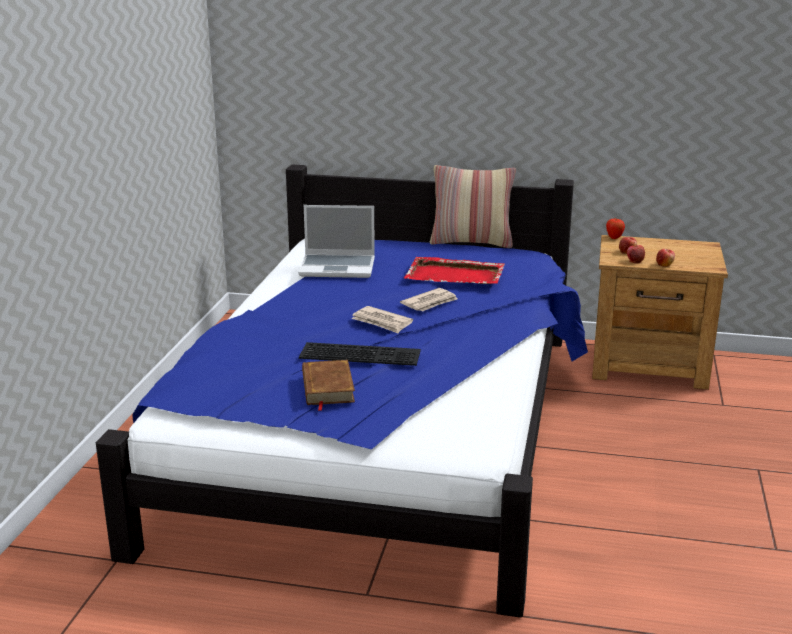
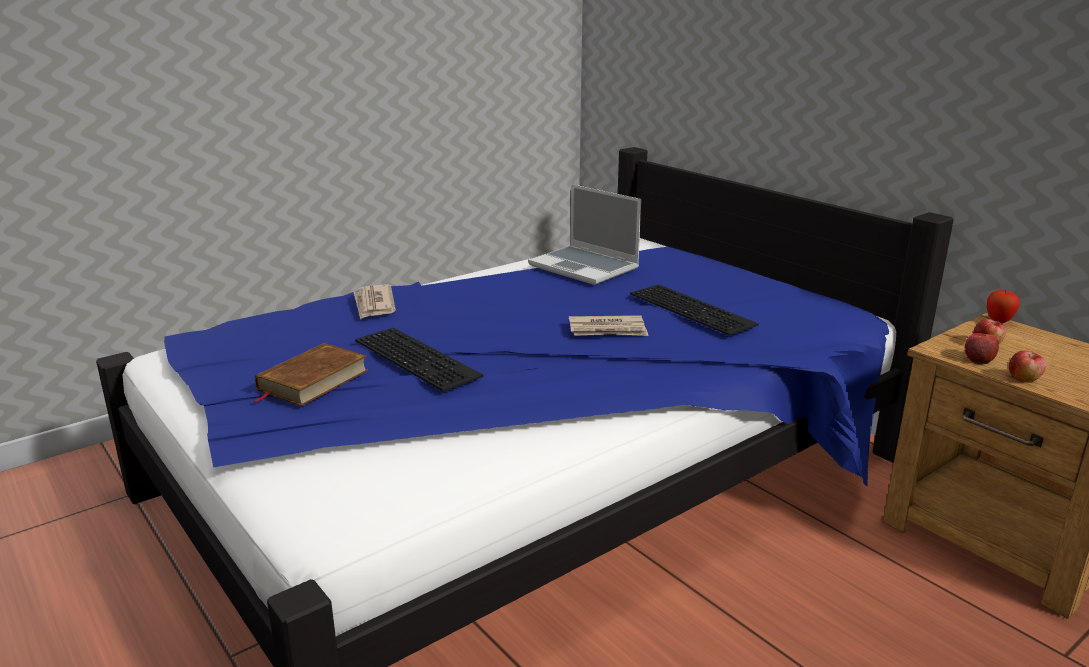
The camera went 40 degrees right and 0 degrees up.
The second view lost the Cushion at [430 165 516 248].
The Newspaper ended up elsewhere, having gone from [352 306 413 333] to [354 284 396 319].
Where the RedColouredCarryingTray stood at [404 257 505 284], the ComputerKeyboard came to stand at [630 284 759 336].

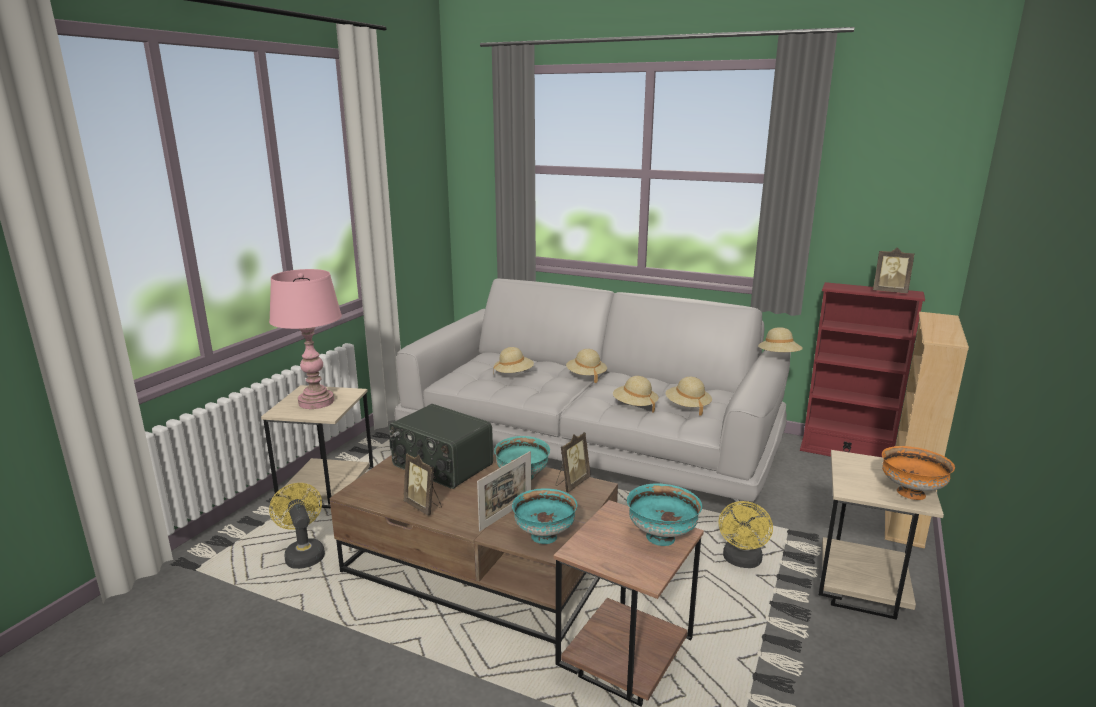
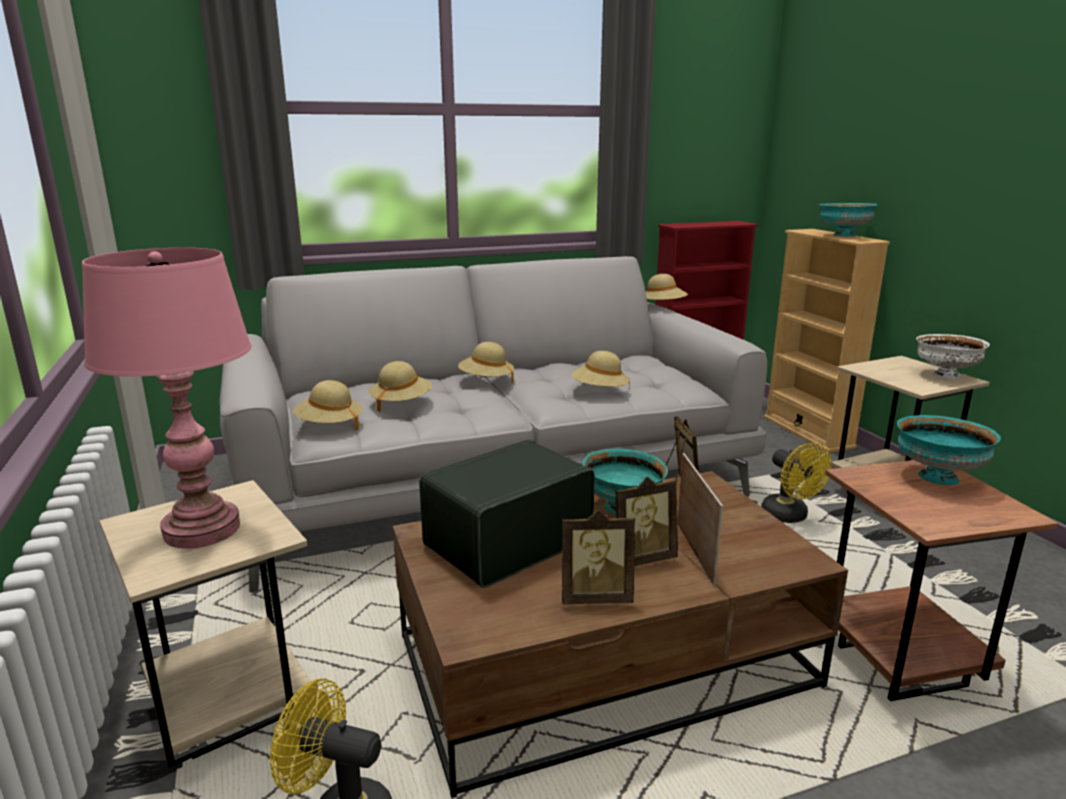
The camera went 45 degrees left and 0 degrees up.
The BlueGreenDeepDish ended up elsewhere, having gone from [512 488 577 544] to [819 203 877 236].
The BeigeColouredClothingHat ended up elsewhere, having gone from [666 377 712 416] to [293 380 363 430].
The PhotoFrame ended up elsewhere, having gone from [873 248 915 293] to [615 477 678 566].
What was the OrangeDeepDish at [882 446 955 500] turned into the WhiteDeepDish at [916 334 990 379].
The Radio at [389 404 493 489] ended up facing another way, 150 degrees clockwise from before.

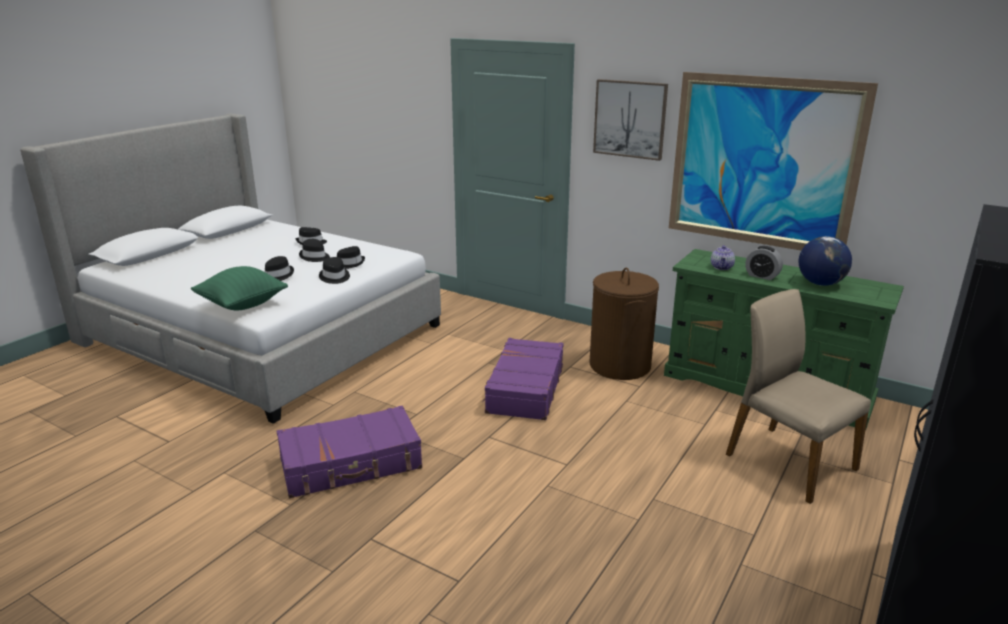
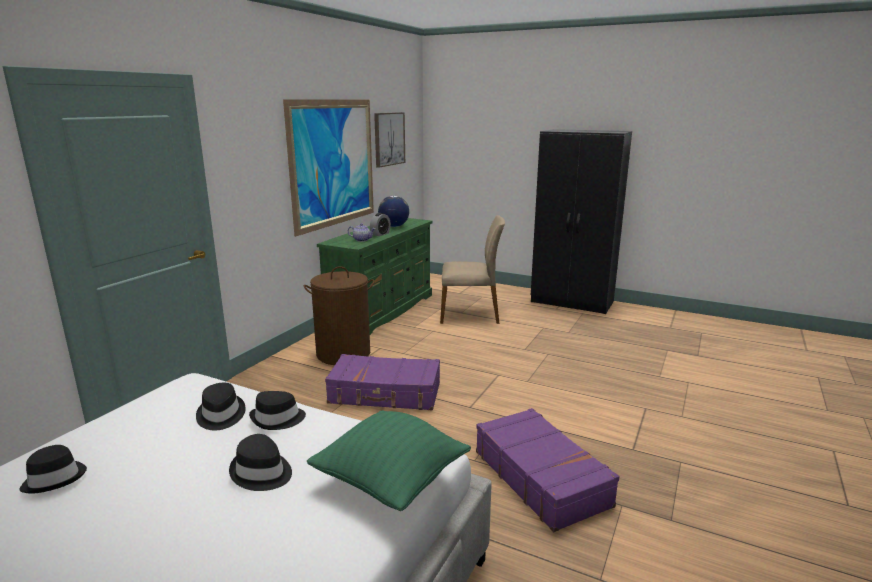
The camera went 95 degrees left and 5 degrees down.
The second view lost the BlackColouredClothingHat at [299 239 330 262].
The WallArt ended up elsewhere, having gone from [593 79 668 161] to [374 112 405 168].
The BeigeColouredUprightChair at [726 289 871 504] ended up facing another way, 135 degrees counterclockwise from before.

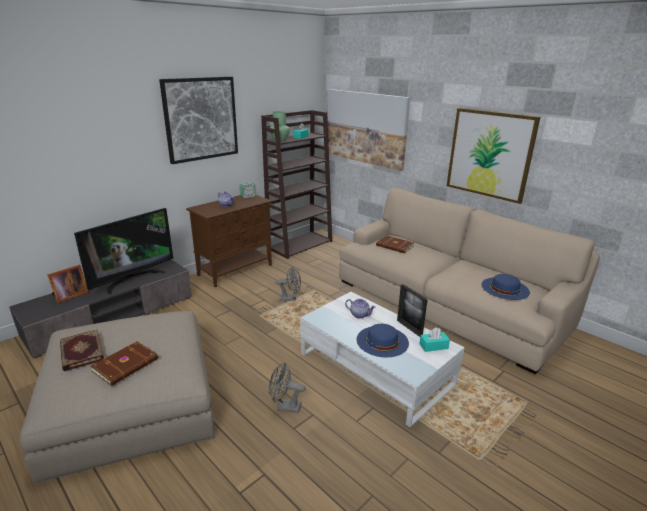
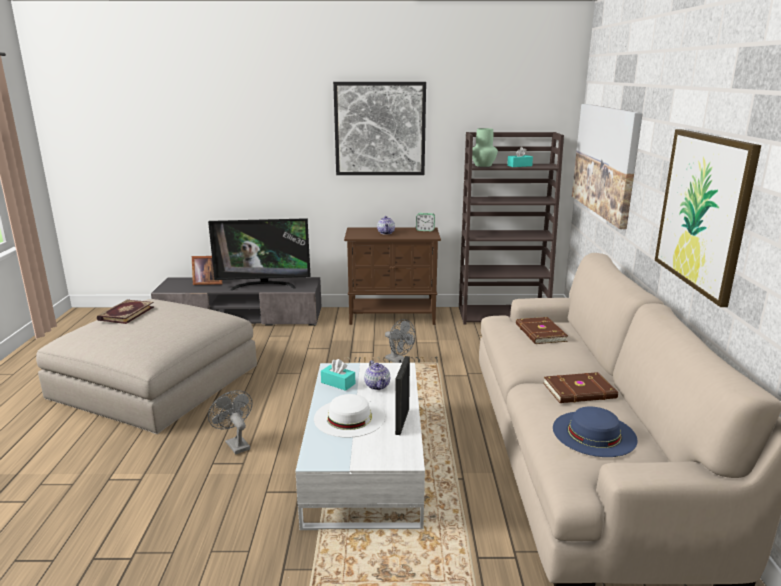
The camera went 45 degrees right and 5 degrees down.
The BrownVolume ended up elsewhere, having gone from [91 341 158 386] to [543 372 618 403].
The BlueGreenTissueBox ended up elsewhere, having gone from [419 328 450 352] to [321 359 355 391].
What was the BluishClothingHat at [357 324 409 357] turned into the WhiteClothingHat at [314 394 385 438].

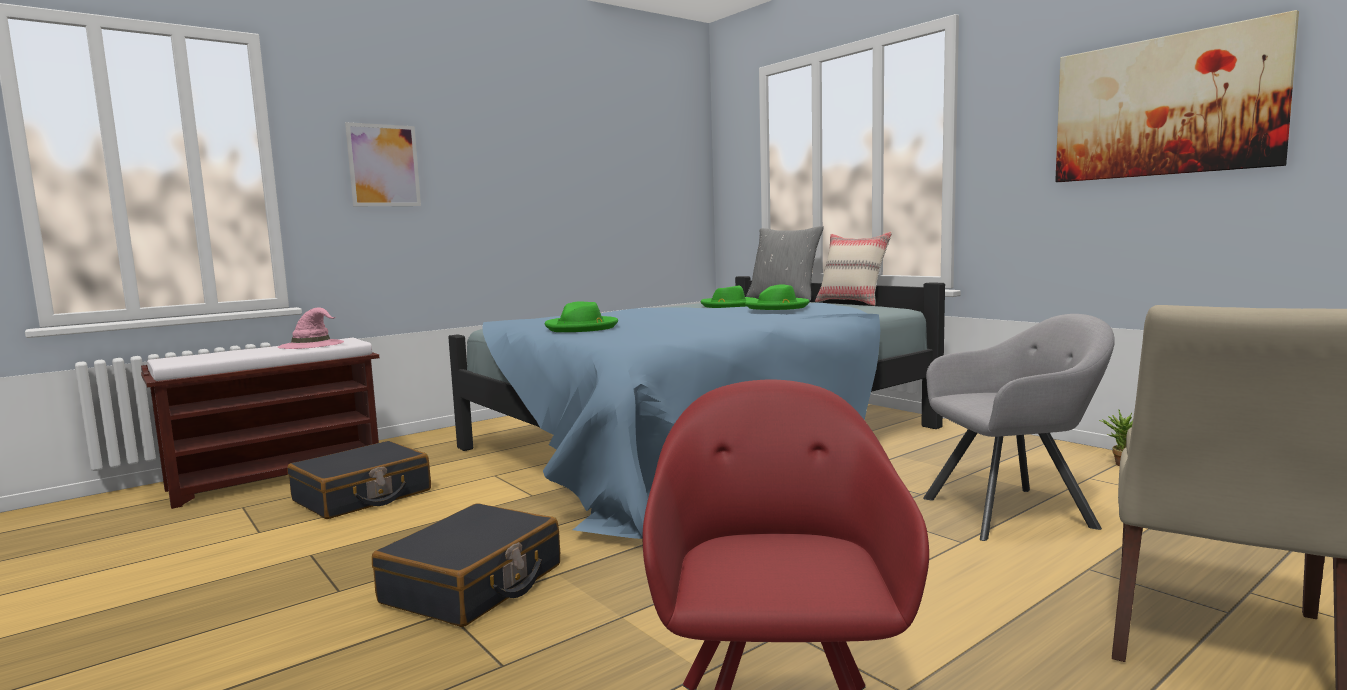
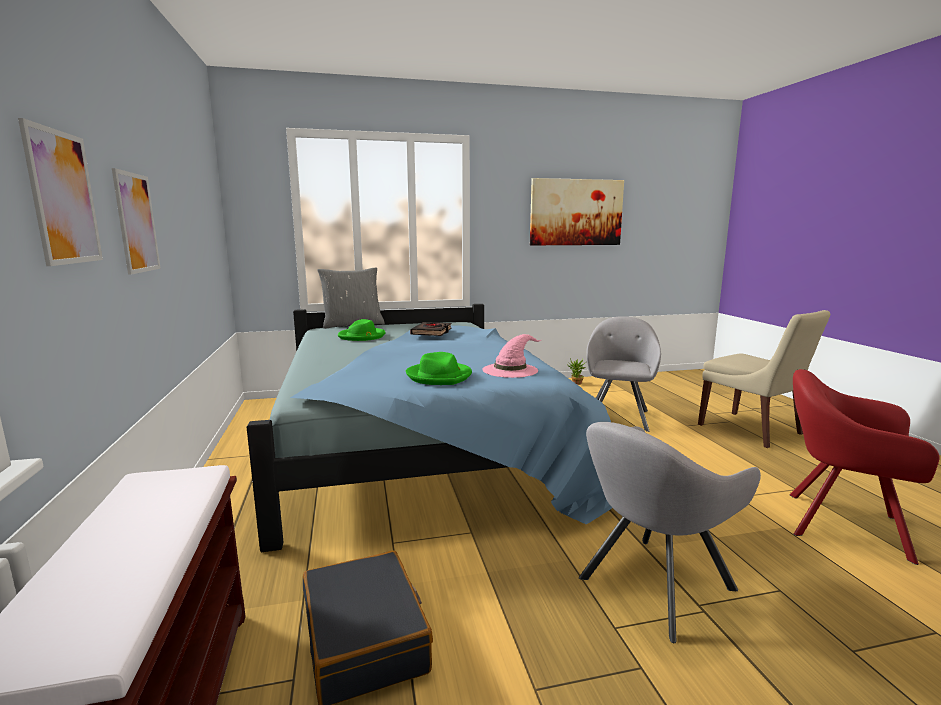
The camera went 65 degrees left and 5 degrees up.
The second view lost the BeigeColouredCushion at [815 232 892 306].
The second view gained the WallArt at [112 168 161 275].
The PinkishClothingHat ended up elsewhere, having gone from [278 307 344 349] to [482 334 541 378].
Where the BlackColouredTravelCase stood at [372 503 560 627], the GrayArmchair came to stand at [579 422 761 643].
Where the GreenClothingHat stood at [745 284 810 310], the BlackColouredVolume came to stand at [410 322 452 336].

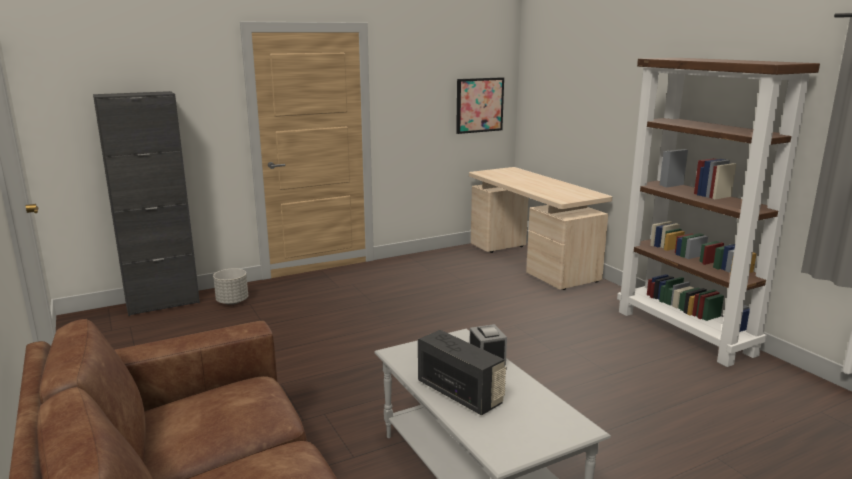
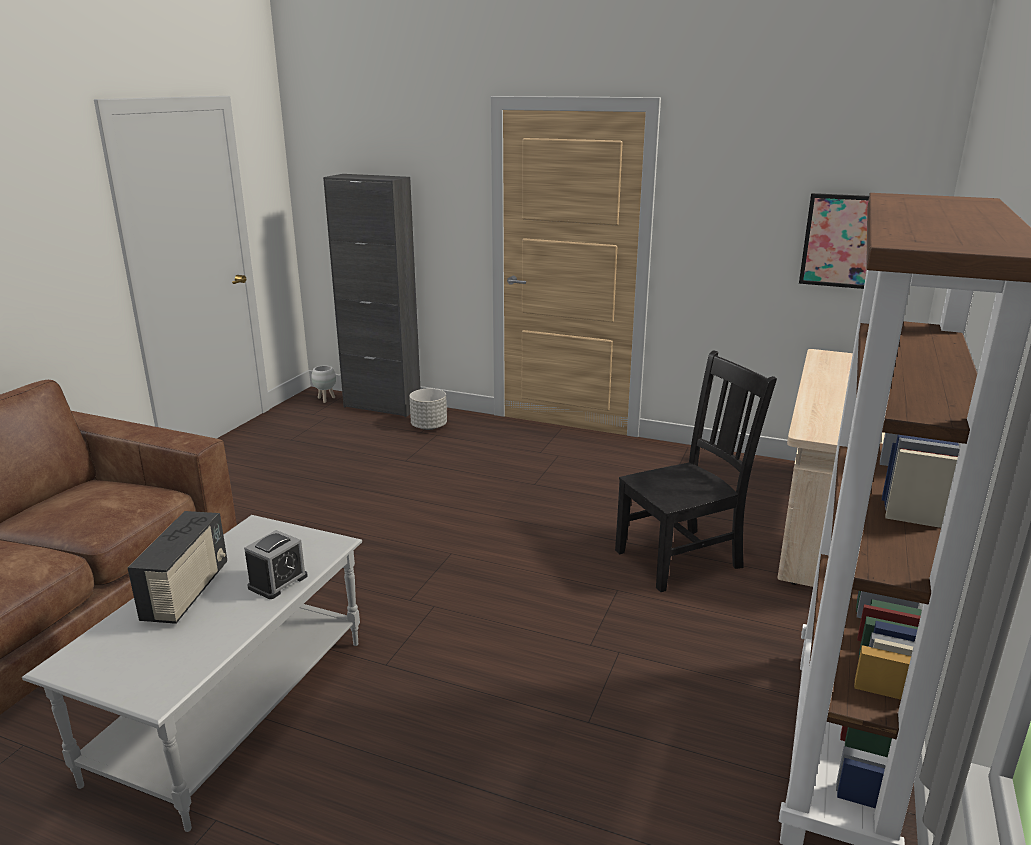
The camera went 50 degrees right and 5 degrees up.
The second view gained the WhitePlanter at [311 366 336 403].
The second view gained the BlackColouredUprightChair at [615 350 777 592].

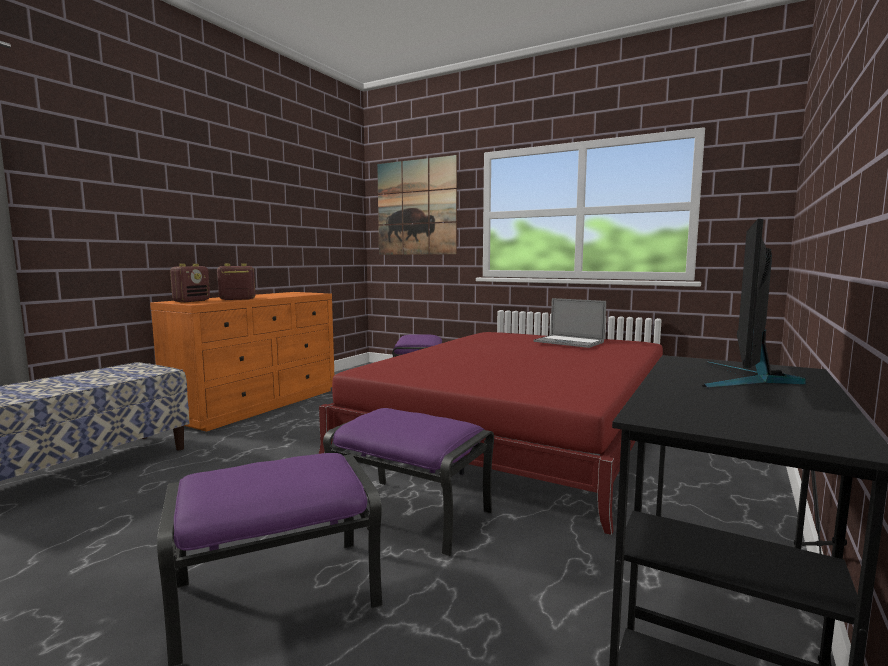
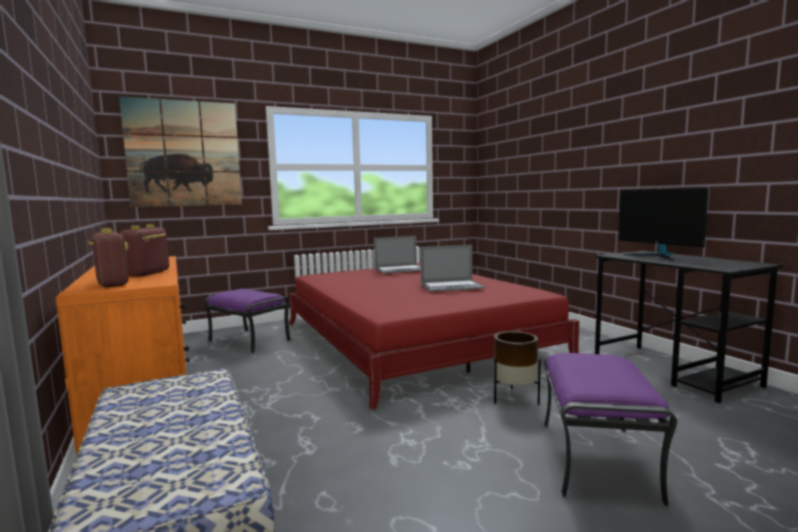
The camera went 55 degrees left and 0 degrees up.
The second view gained the Laptop at [420 245 485 292].
Where the PurplePouffe stood at [323 408 494 557], the BrownPlanter came to stand at [494 331 541 405].

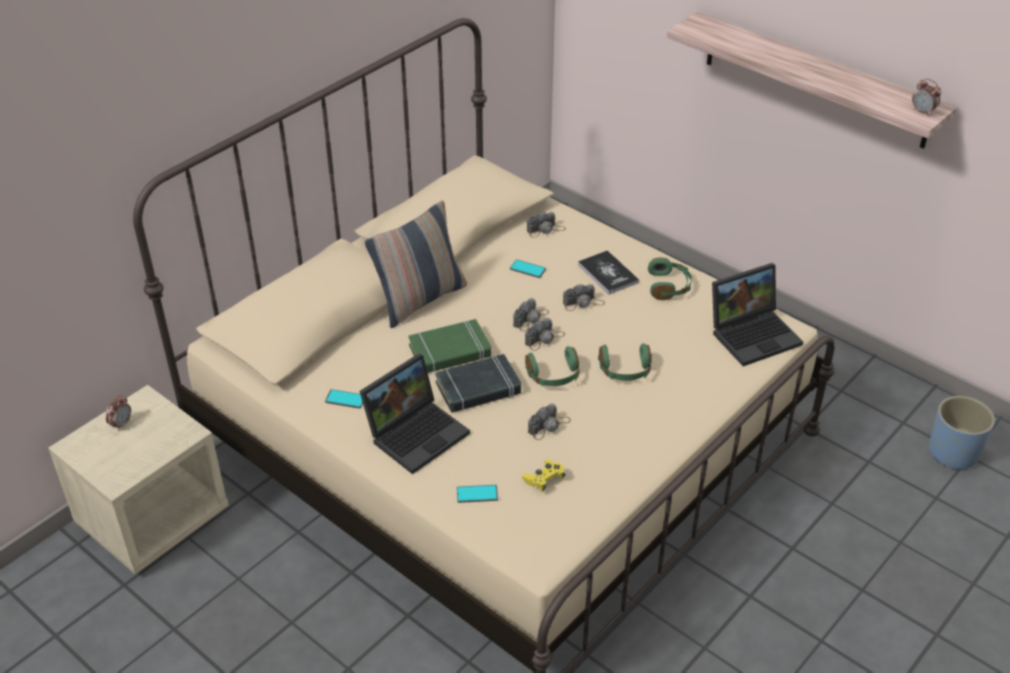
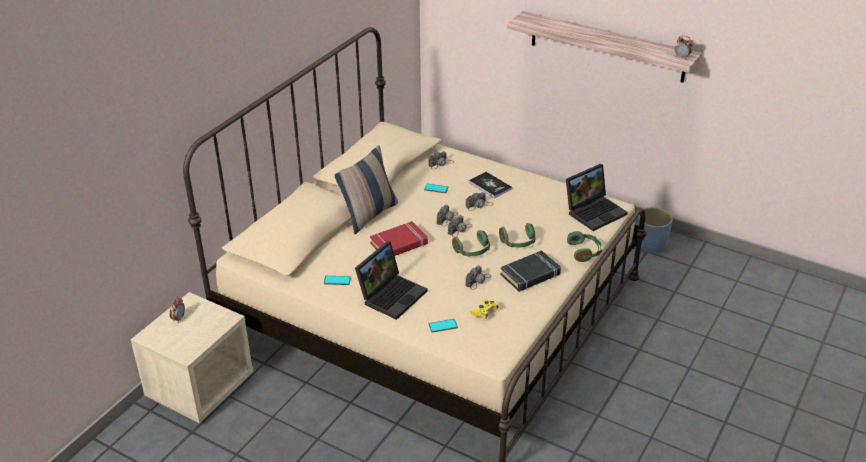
The camera went 10 degrees left and 5 degrees down.
The BlackColouredVolume ended up elsewhere, having gone from [435 354 521 413] to [500 250 561 292].
The GreenHeadphones ended up elsewhere, having gone from [648 258 692 300] to [567 231 602 262].
The BluishPlanter ended up elsewhere, having gone from [929 396 995 469] to [637 207 673 254].
What was the GreenVolume at [409 319 491 373] turned into the RedColouredVolume at [370 221 428 256].

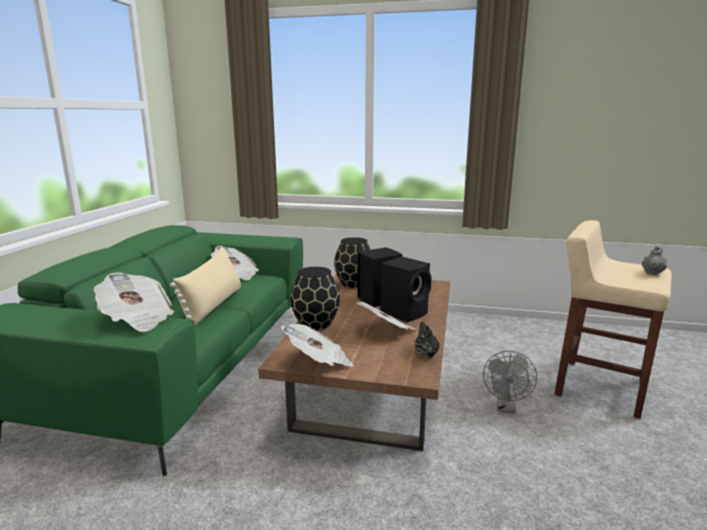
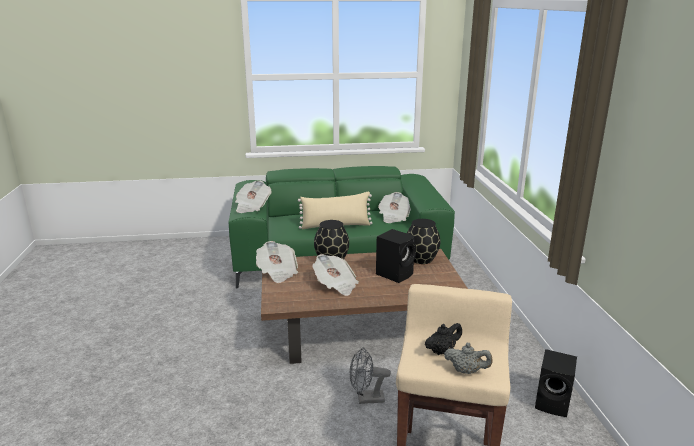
The camera went 70 degrees right and 5 degrees up.
The BlackColouredLoudspeaker ended up elsewhere, having gone from [381 257 432 322] to [535 349 577 417].
The BlackColouredTeapot ended up elsewhere, having gone from [414 322 440 358] to [425 323 462 355].

